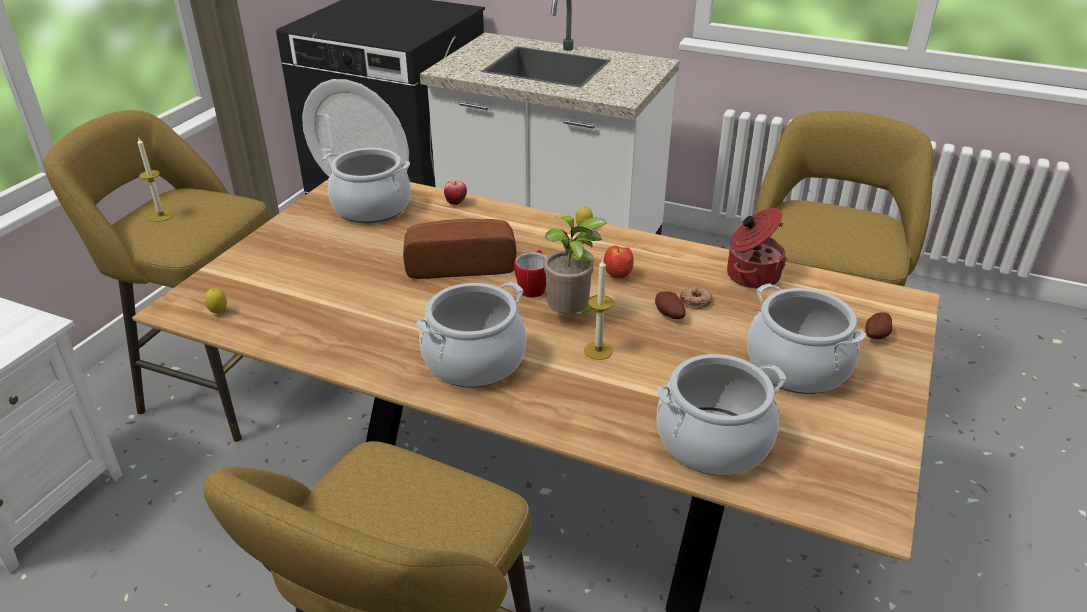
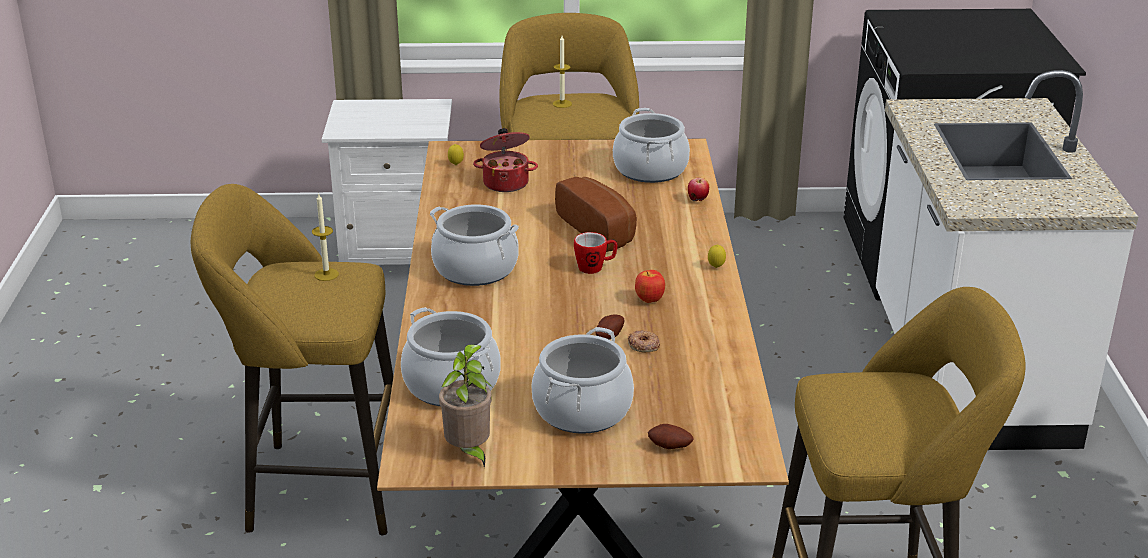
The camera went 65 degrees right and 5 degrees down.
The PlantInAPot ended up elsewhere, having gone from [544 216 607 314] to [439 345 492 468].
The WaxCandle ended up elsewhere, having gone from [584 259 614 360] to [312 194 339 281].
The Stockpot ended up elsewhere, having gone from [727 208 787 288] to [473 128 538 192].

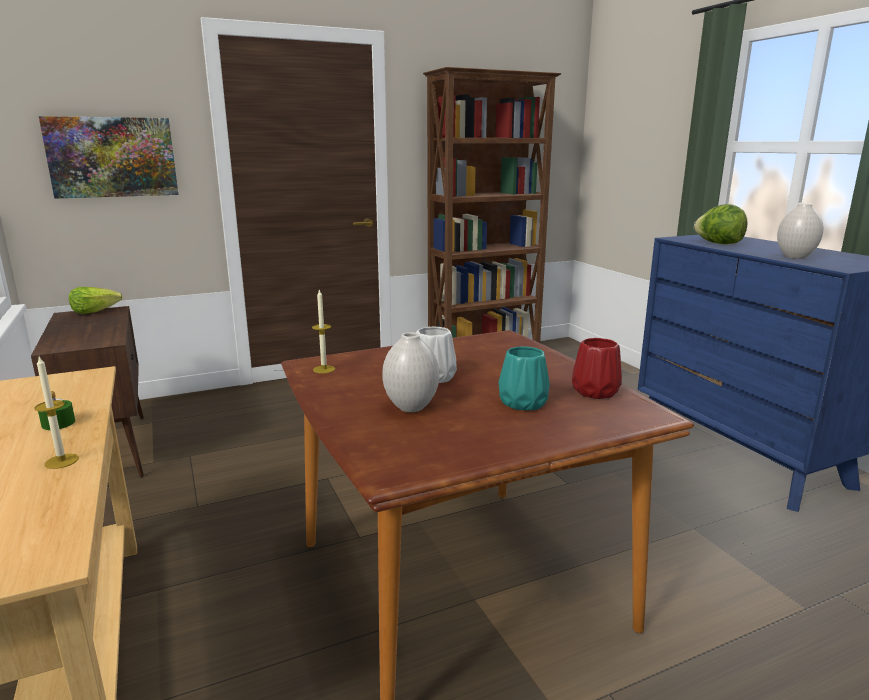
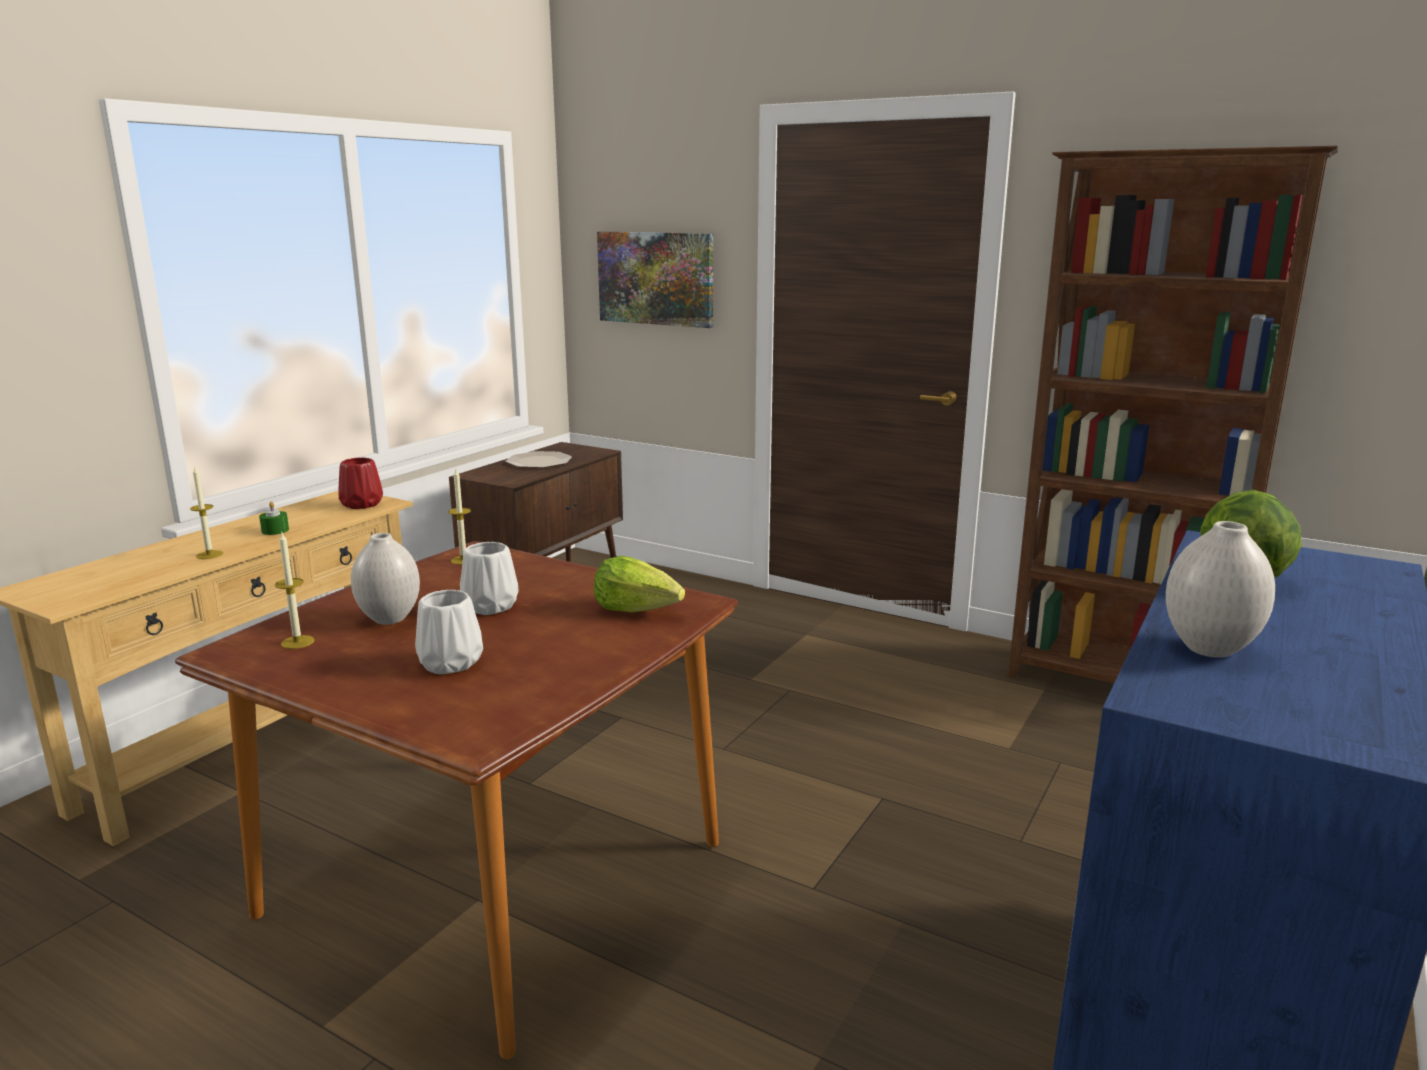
The camera went 55 degrees right and 0 degrees up.
The second view gained the WaxCandle at [275 531 314 649].
The second view gained the DinnerPlate at [505 451 572 468].
The HeadOfLettuce ended up elsewhere, having gone from [69 287 123 314] to [594 556 685 613].
The RedColouredVase ended up elsewhere, having gone from [572 338 622 399] to [339 457 383 509].
What was the BlueGreenVase at [498 346 550 410] turned into the WhiteVase at [415 590 483 674].

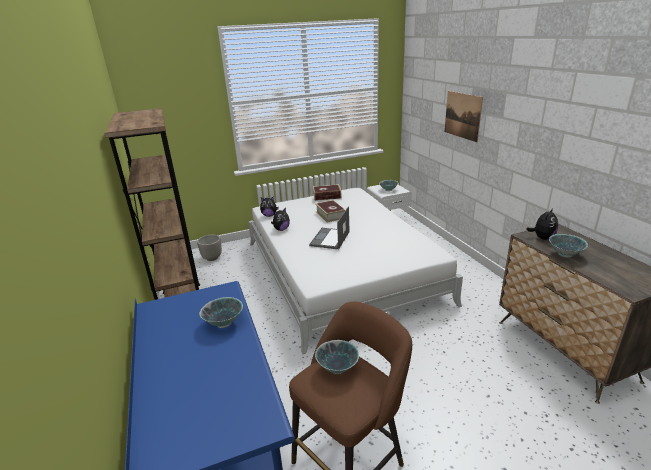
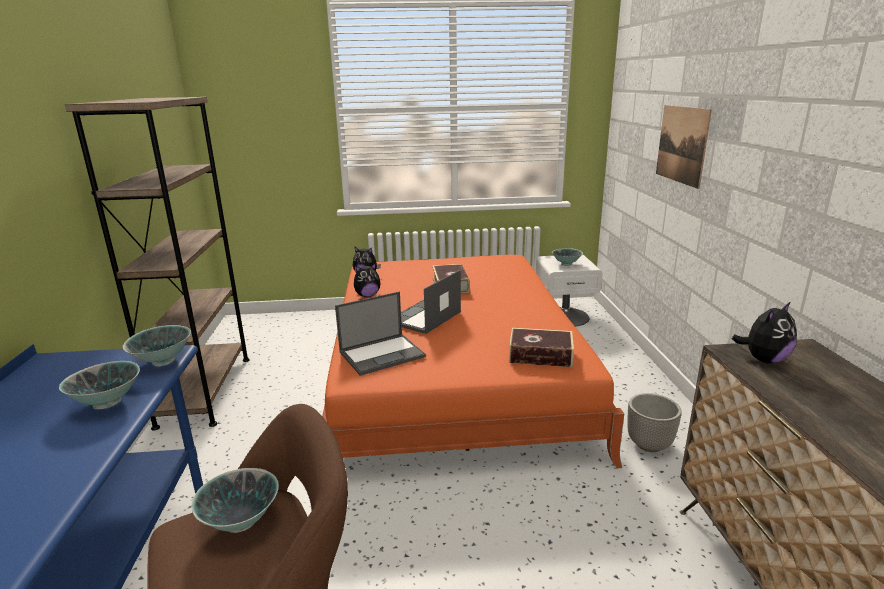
The camera went 15 degrees right and 5 degrees down.
The second view gained the Laptop at [335 291 426 376].
The Planter ended up elsewhere, having gone from [197 235 222 261] to [627 393 681 452].
The Volume ended up elsewhere, having gone from [313 184 342 201] to [509 328 574 367].
The DeepDish ended up elsewhere, having gone from [549 234 588 257] to [123 325 191 367].
What was the WhiteBedroomBed at [248 188 463 354] turned into the OrangeBedroomBed at [322 255 624 468].

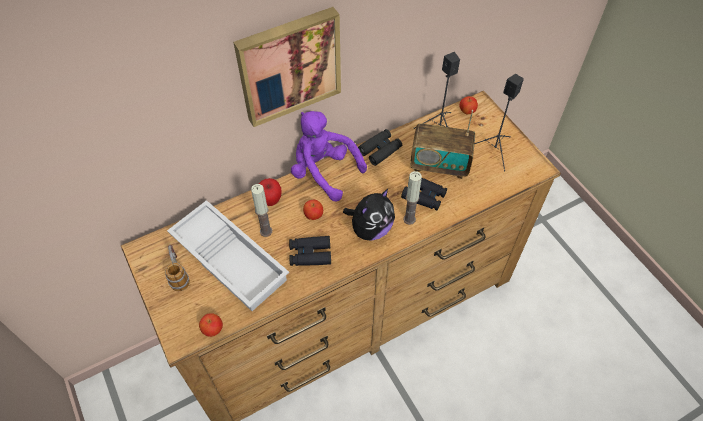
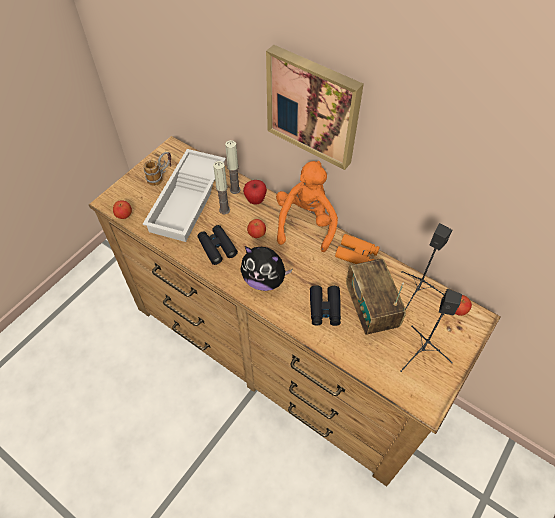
The camera went 65 degrees right and 0 degrees up.
The WaxCandle ended up elsewhere, having gone from [403 171 422 225] to [225 140 241 194].
What was the PurplePlushToy at [291 111 367 201] turned into the OrangePlushToy at [276 161 338 252].
What was the BlackColouredFieldGlasses at [358 129 402 166] turned into the OrangeFieldGlasses at [335 234 380 264].

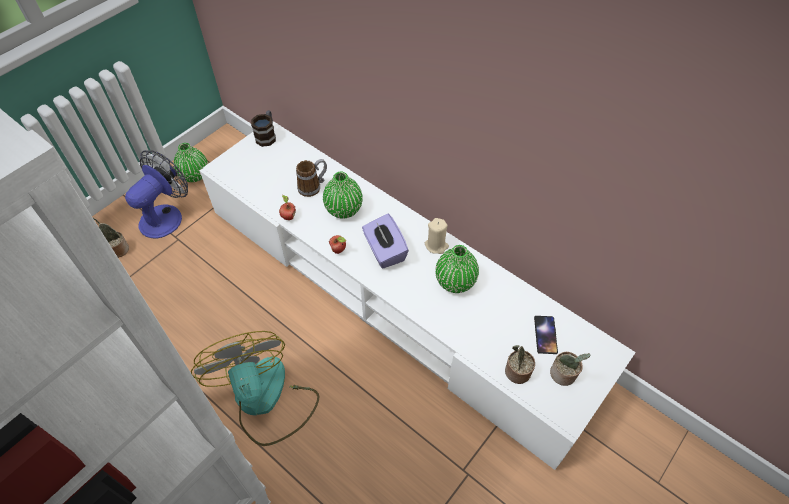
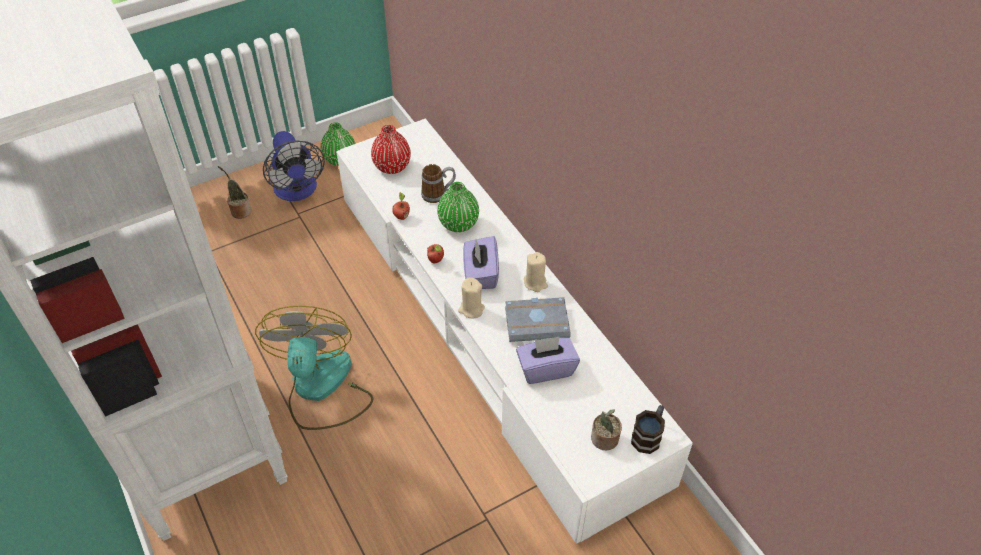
The camera went 20 degrees right and 5 degrees down.
The second view lost the PlantInAPot at [505 345 535 384].
The second view lost the Handset at [534 316 558 354].
The second view gained the RedColouredVase at [371 125 411 174].
The second view gained the BeigeColouredWaxCandle at [458 277 485 319].
The second view gained the PurpleTissueBox at [516 337 580 384].
The Mug ended up elsewhere, having gone from [251 110 276 147] to [631 405 665 454].
Where the GreenVase stood at [435 245 479 293], the GrayVolume came to stand at [505 297 571 342].
The ElectricFan at [125 150 188 239] ended up facing another way, 105 degrees clockwise from before.

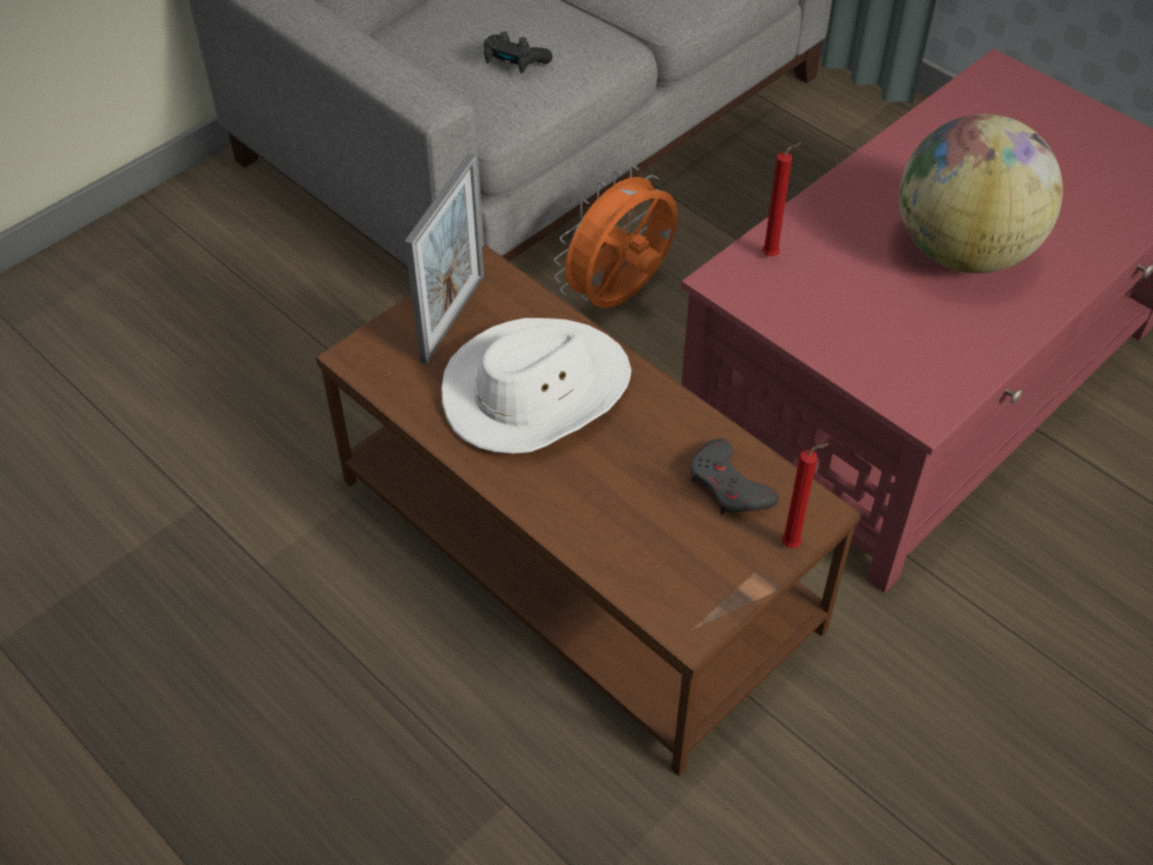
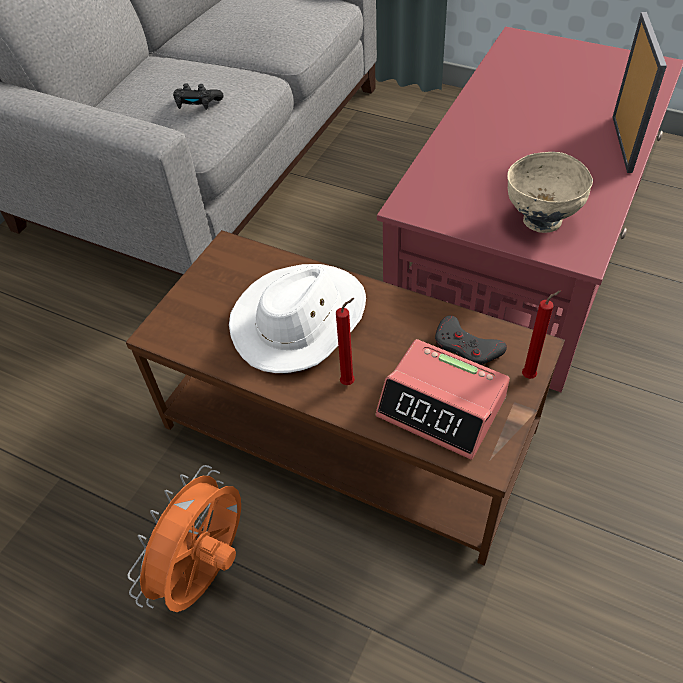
The camera went 15 degrees left and 0 degrees up.
The second view lost the DeskGlobe at [899 114 1063 273].
The second view gained the BedsideClock at [376 339 510 460].
The second view gained the BeigeColouredDeepDish at [507 152 593 233].
The PhotoFrame ended up elsewhere, having gone from [405 153 484 364] to [612 12 667 173].
The OrangeElectricFan ended up elsewhere, having gone from [554 166 678 308] to [127 465 241 612].
The RedColouredWaxCandle ended up elsewhere, having gone from [762 143 802 257] to [336 298 355 385].

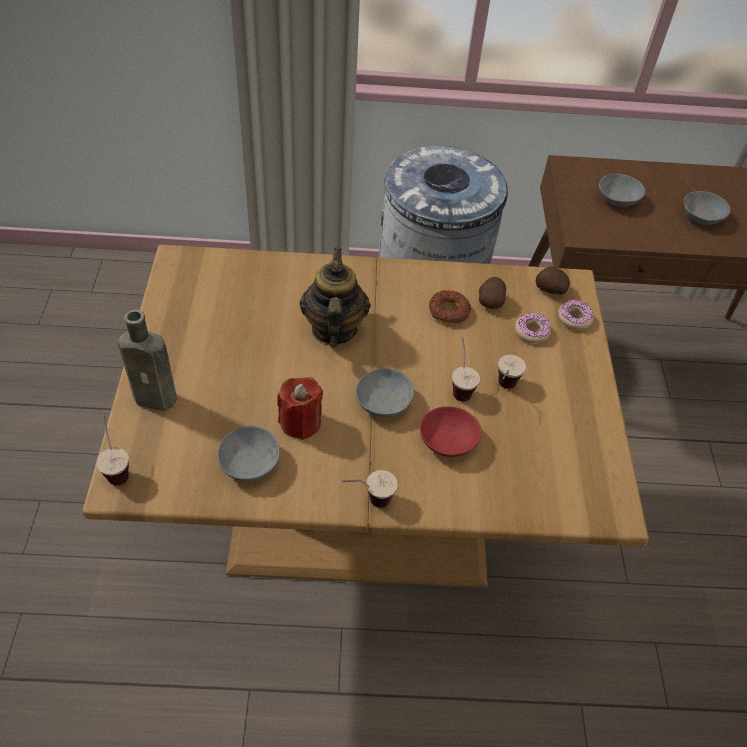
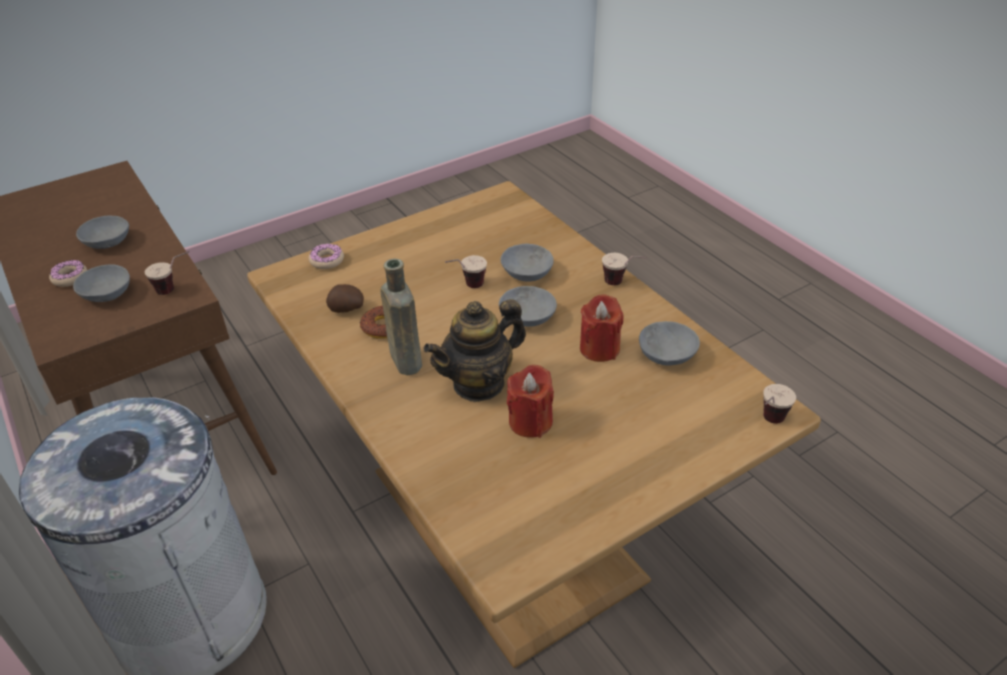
The camera went 120 degrees left and 10 degrees down.
The second view lost the Spud at [536 266 570 295].
The second view gained the RedColouredWaxCandle at [507 365 554 438].
The BrownBottle ended up elsewhere, having gone from [118 310 177 411] to [381 259 422 375].
The SmallCup ended up elsewhere, having gone from [498 355 526 389] to [145 251 189 295].
The Donut ended up elsewhere, having gone from [515 313 551 343] to [49 260 87 287].
What was the RedColouredDeepDish at [420 406 482 457] turned into the GrayDeepDish at [500 244 554 282].

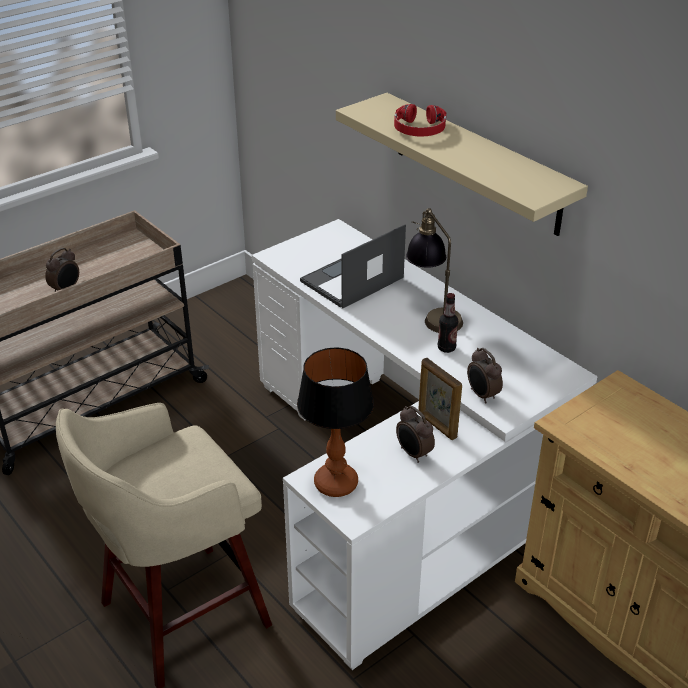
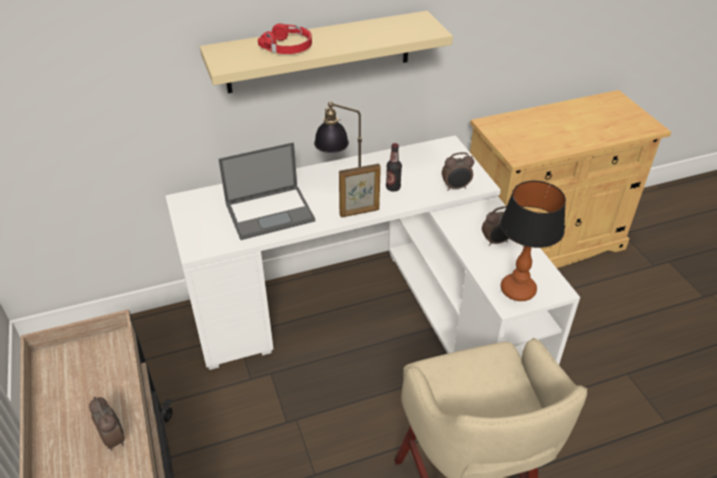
The camera went 70 degrees left and 5 degrees up.
The PhotoFrame ended up elsewhere, having gone from [418 358 462 440] to [339 164 381 217].
The Laptop at [300 225 406 309] ended up facing another way, 90 degrees counterclockwise from before.

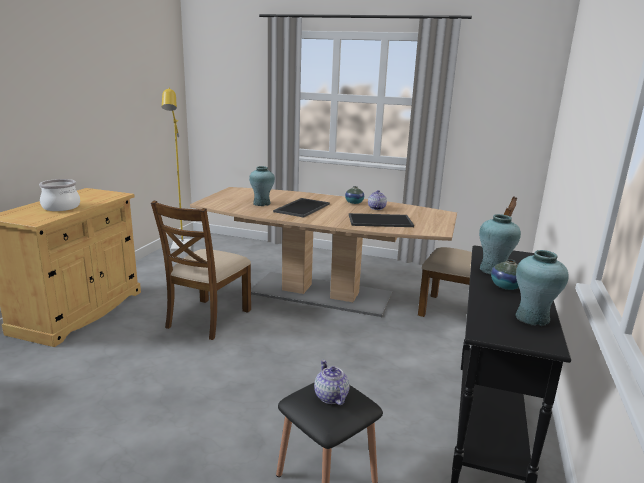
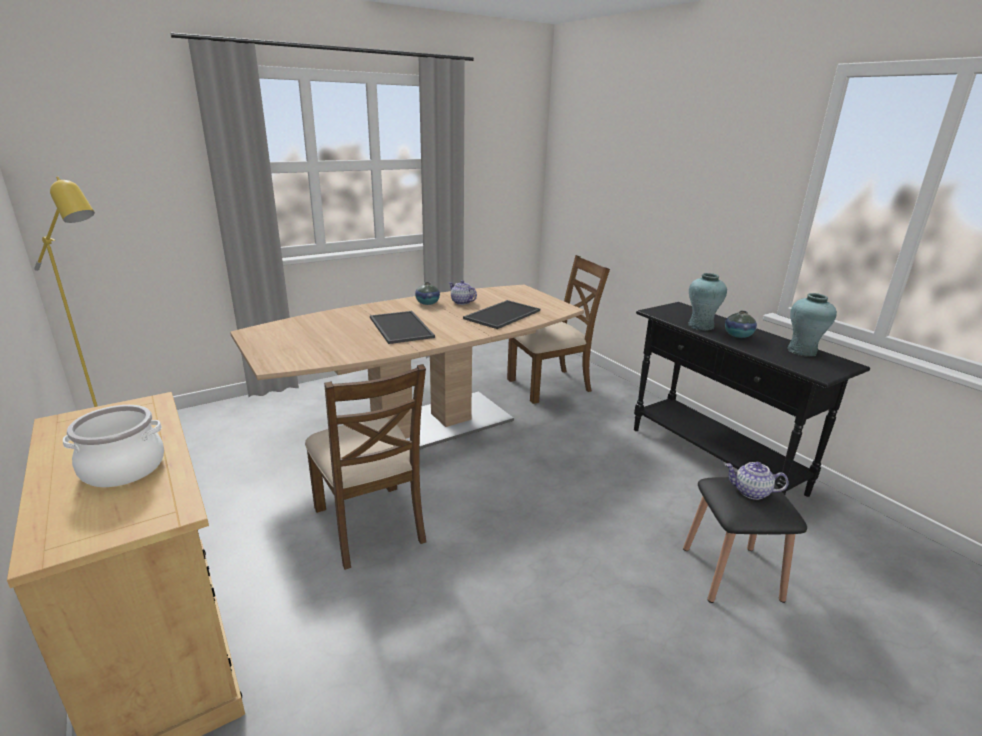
The camera went 50 degrees left and 5 degrees up.
The second view lost the BlueGreenVase at [249 166 275 206].

